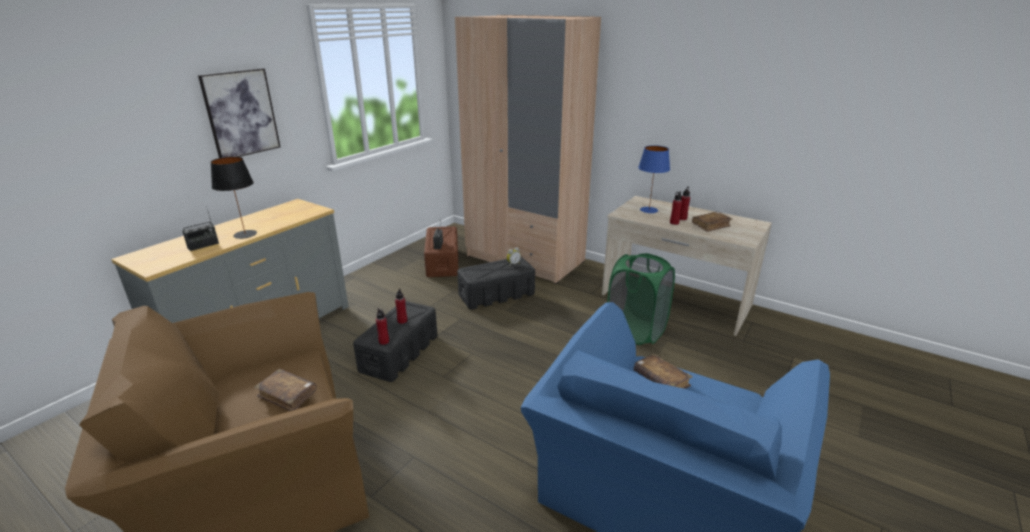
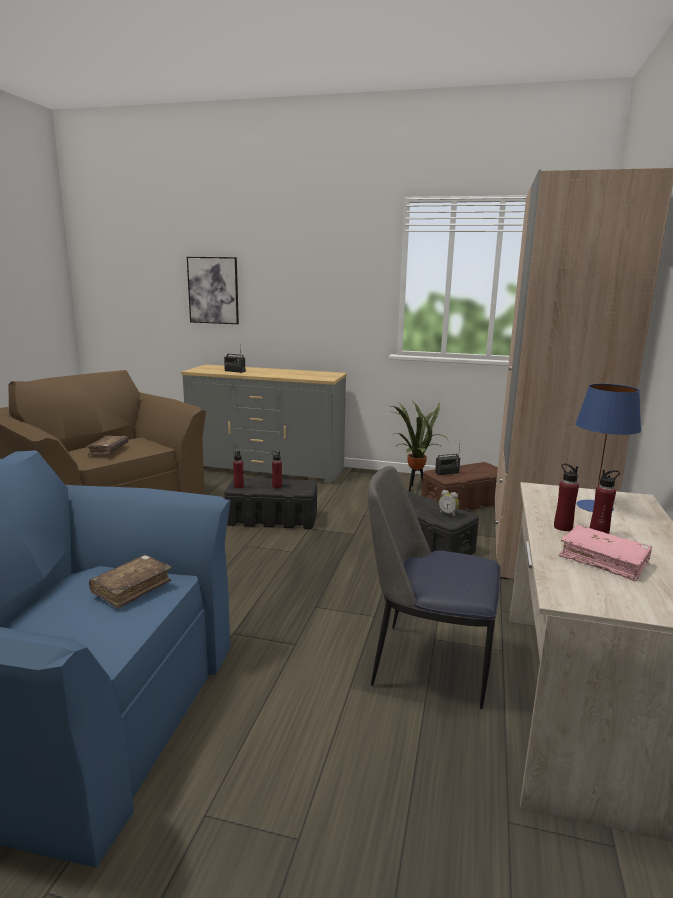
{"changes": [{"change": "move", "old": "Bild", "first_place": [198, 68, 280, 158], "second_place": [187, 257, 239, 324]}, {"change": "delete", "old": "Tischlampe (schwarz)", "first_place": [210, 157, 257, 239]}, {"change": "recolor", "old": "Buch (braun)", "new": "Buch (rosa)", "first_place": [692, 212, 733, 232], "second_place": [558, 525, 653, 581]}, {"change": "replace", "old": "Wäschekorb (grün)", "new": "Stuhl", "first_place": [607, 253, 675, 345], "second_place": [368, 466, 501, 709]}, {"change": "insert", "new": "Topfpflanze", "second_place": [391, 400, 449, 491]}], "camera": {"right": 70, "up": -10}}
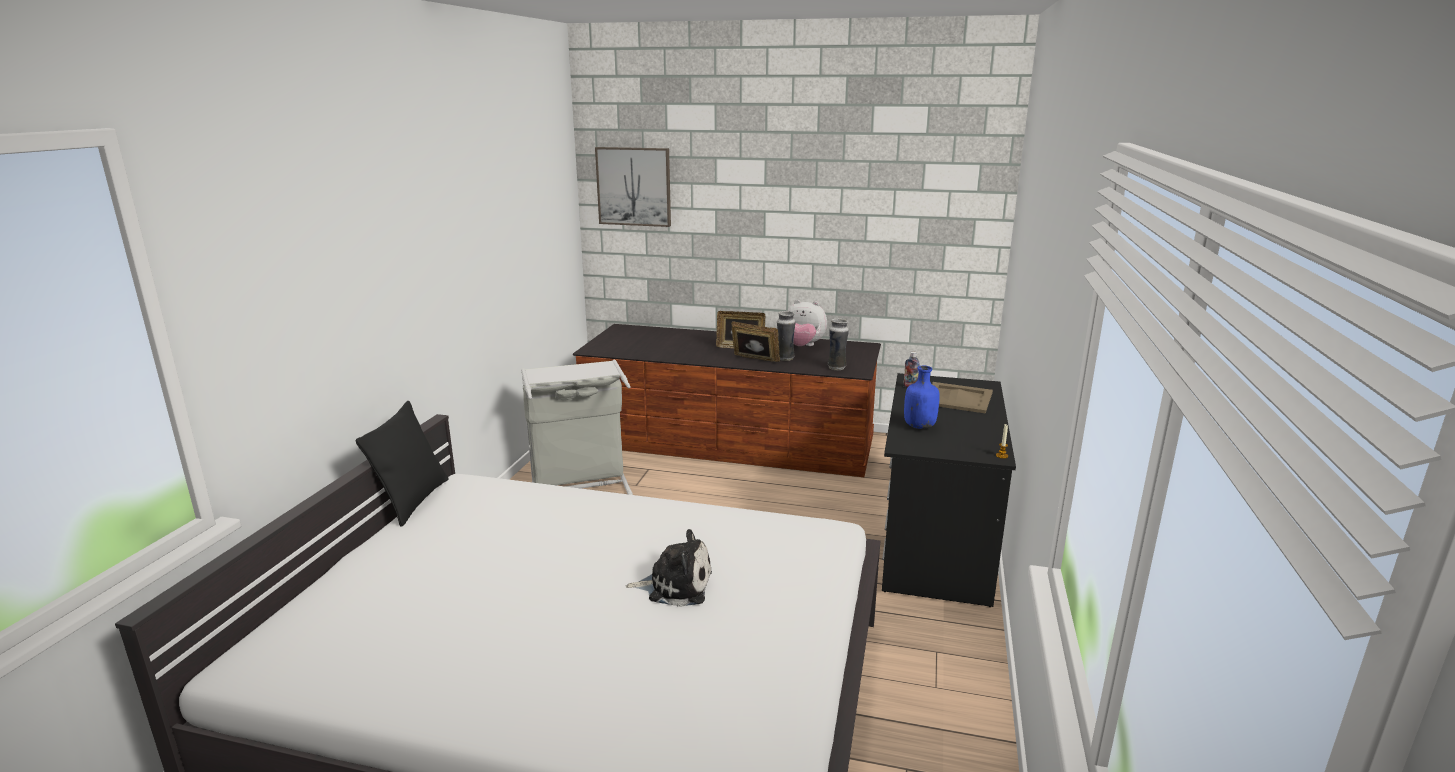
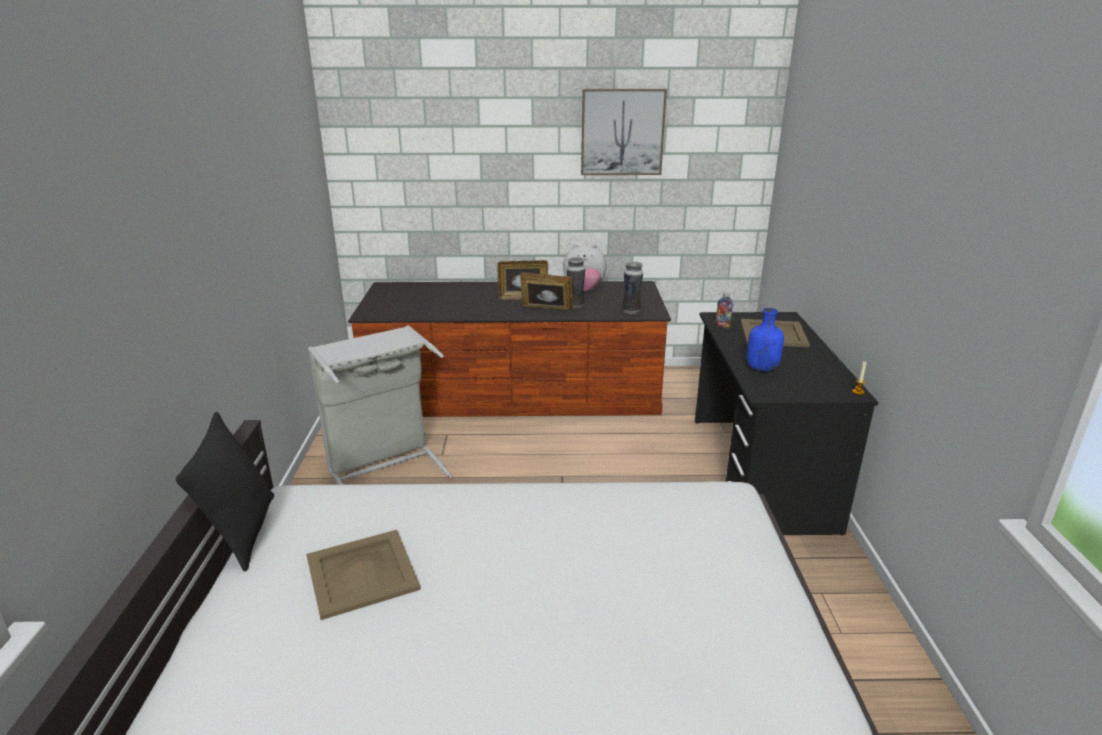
{"changes": [{"change": "move", "old": "Bild", "first_place": [595, 147, 671, 227], "second_place": [581, 89, 667, 175]}, {"change": "delete", "old": "Plüschtier", "first_place": [626, 529, 712, 607]}, {"change": "insert", "new": "Tablett (beige)", "second_place": [306, 530, 421, 620]}], "camera": {"right": -15, "up": 5}}
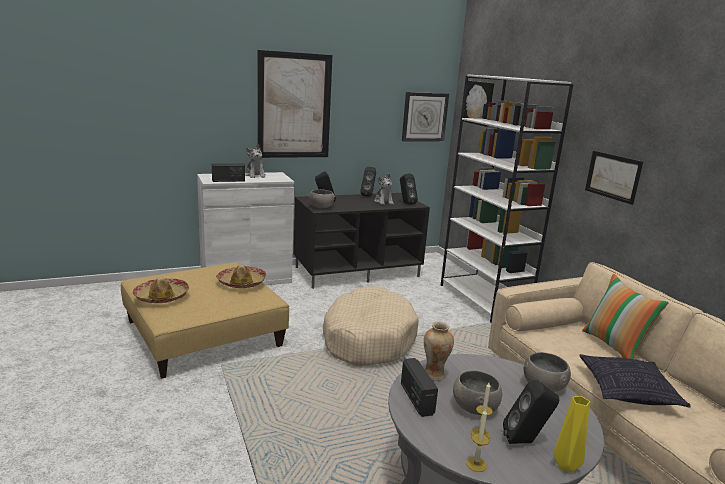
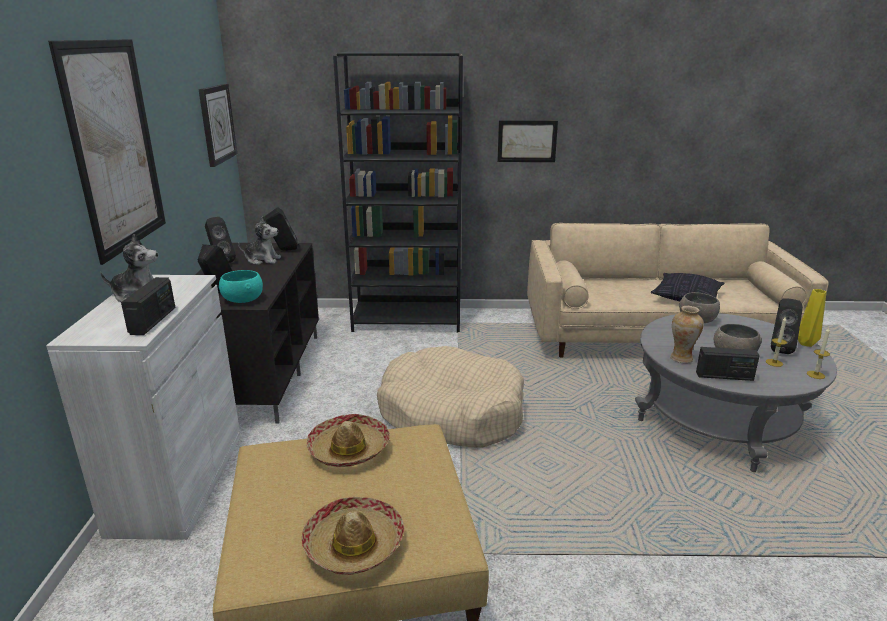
{"changes": [{"change": "recolor", "old": "Bücherregal (weiß)", "new": "Bücherregal (schwarz)", "first_place": [441, 75, 574, 323], "second_place": [333, 52, 463, 333]}, {"change": "delete", "old": "Bild", "first_place": [463, 81, 494, 126]}, {"change": "recolor", "old": "Schüssel (grau)", "new": "Schüssel (türkis)", "first_place": [309, 189, 335, 208], "second_place": [219, 270, 263, 303]}, {"change": "delete", "old": "Kissen", "first_place": [582, 274, 669, 359]}], "camera": {"right": -65, "up": 5}}
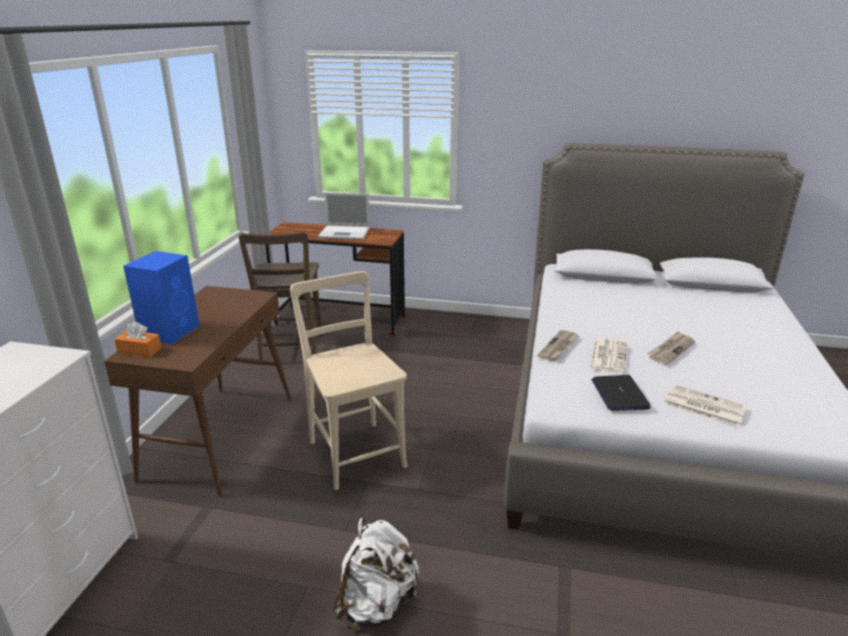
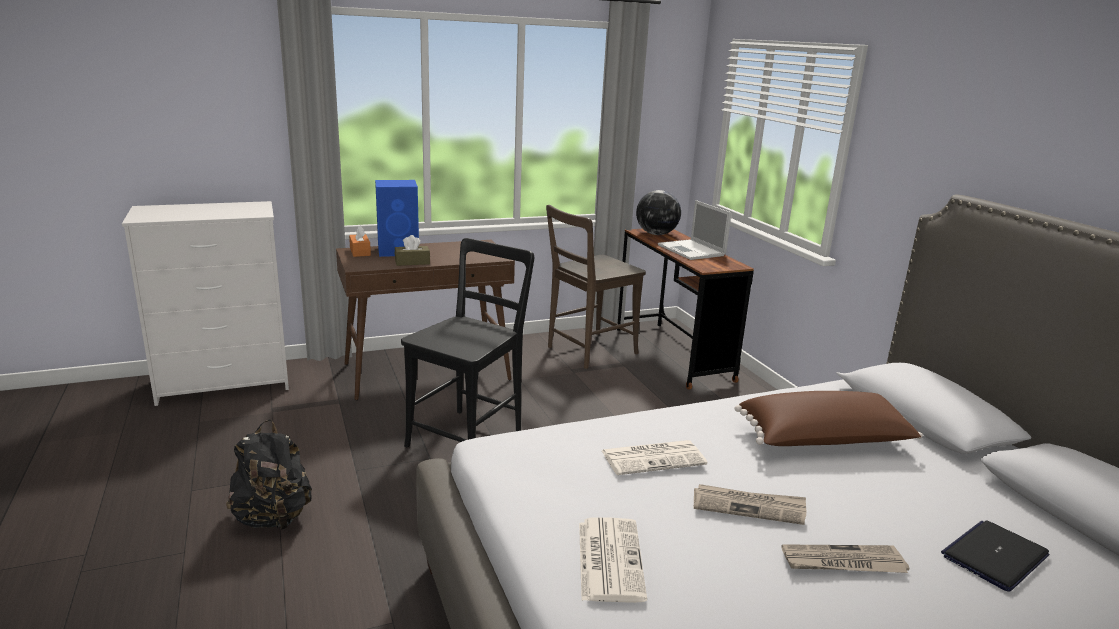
{"changes": [{"change": "recolor", "old": "Stuhl (beige)", "new": "Stuhl (schwarz)", "first_place": [290, 271, 408, 490], "second_place": [401, 238, 534, 447]}, {"change": "move", "old": "Zeitung", "first_place": [538, 330, 579, 361], "second_place": [781, 544, 909, 573]}, {"change": "move", "old": "Laptop", "first_place": [591, 375, 651, 411], "second_place": [941, 520, 1049, 592]}, {"change": "recolor", "old": "Rucksack (weiß)", "new": "Rucksack (schwarz)", "first_place": [334, 518, 419, 629], "second_place": [226, 419, 312, 531]}, {"change": "insert", "new": "Globus", "second_place": [636, 190, 681, 235]}, {"change": "insert", "new": "Taschentuchbox (braun)", "second_place": [395, 235, 430, 266]}, {"change": "insert", "new": "Kissen (braun)", "second_place": [734, 391, 923, 446]}], "camera": {"right": 55, "up": -5}}
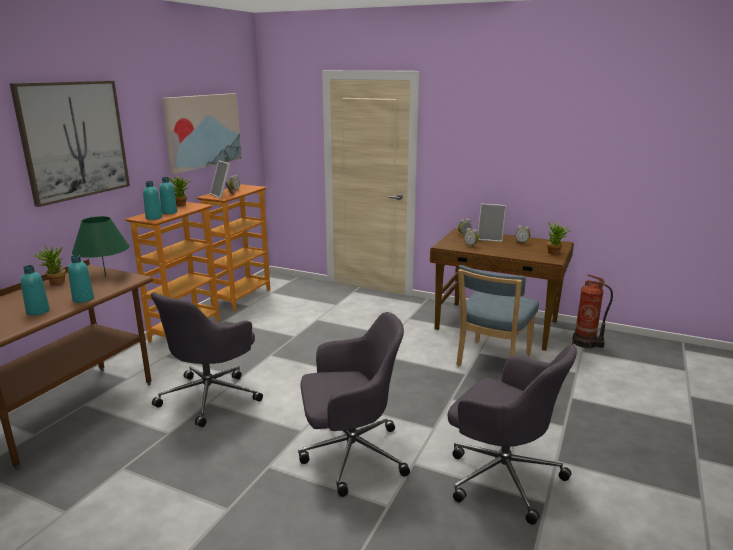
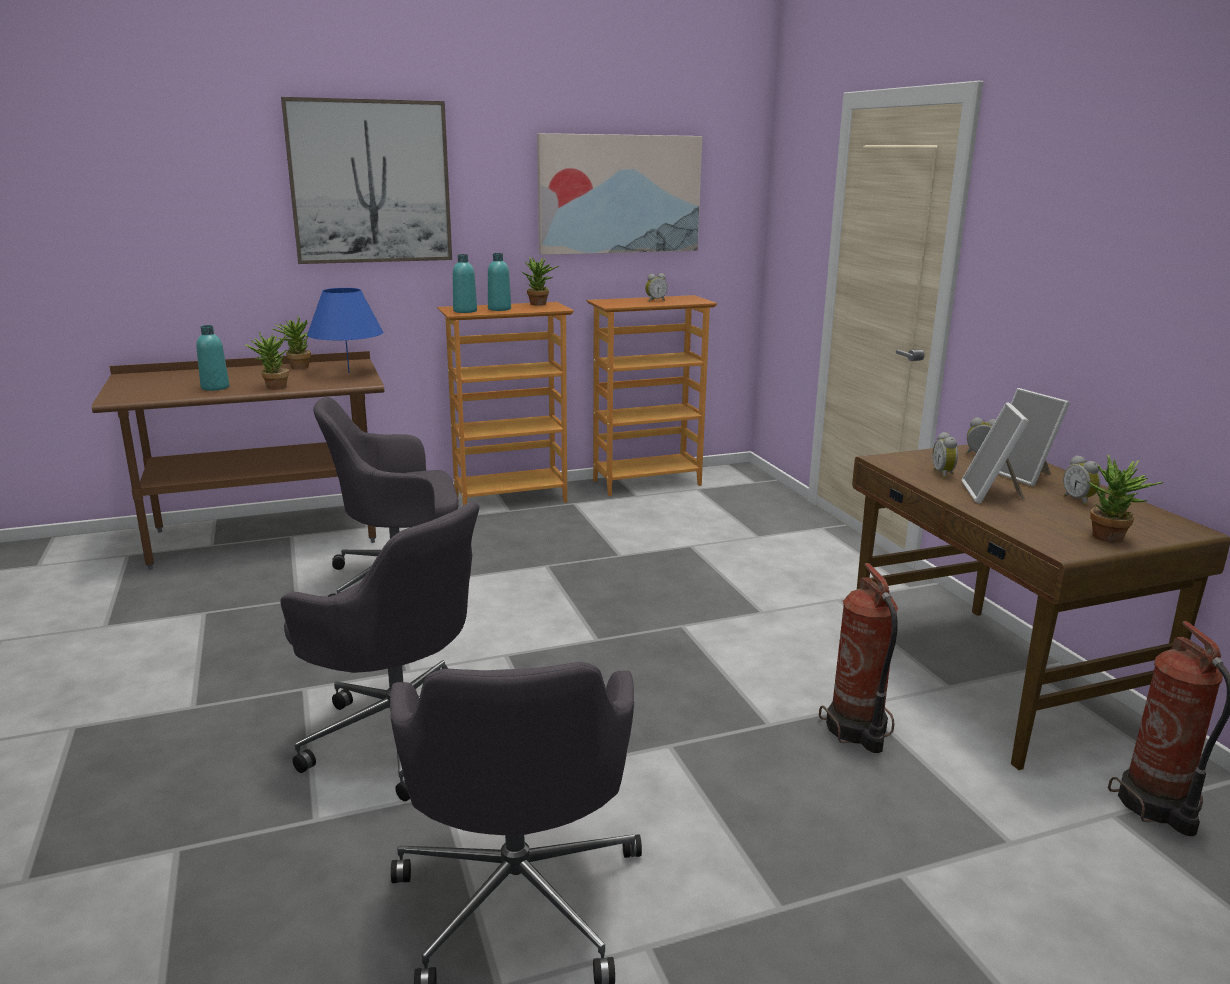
{"changes": [{"change": "move", "old": "Bilderrahmen", "first_place": [210, 160, 235, 198], "second_place": [961, 403, 1029, 504]}, {"change": "recolor", "old": "Tischlampe (grün)", "new": "Tischlampe (blau)", "first_place": [72, 216, 129, 276], "second_place": [307, 288, 383, 373]}, {"change": "replace", "old": "Flasche (türkis)", "new": "Topfpflanze", "first_place": [68, 255, 94, 303], "second_place": [244, 332, 289, 390]}, {"change": "replace", "old": "Stuhl (blau)", "new": "Feuerlöscher", "first_place": [456, 265, 539, 366], "second_place": [819, 563, 898, 753]}], "camera": {"right": 45, "up": 0}}
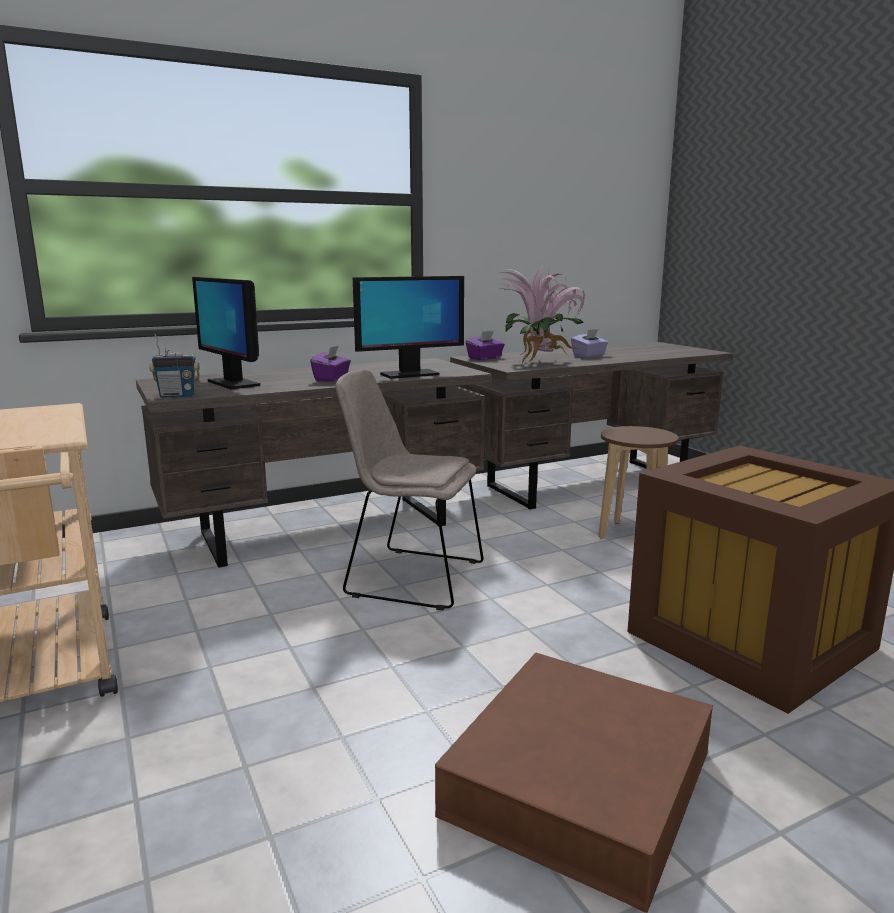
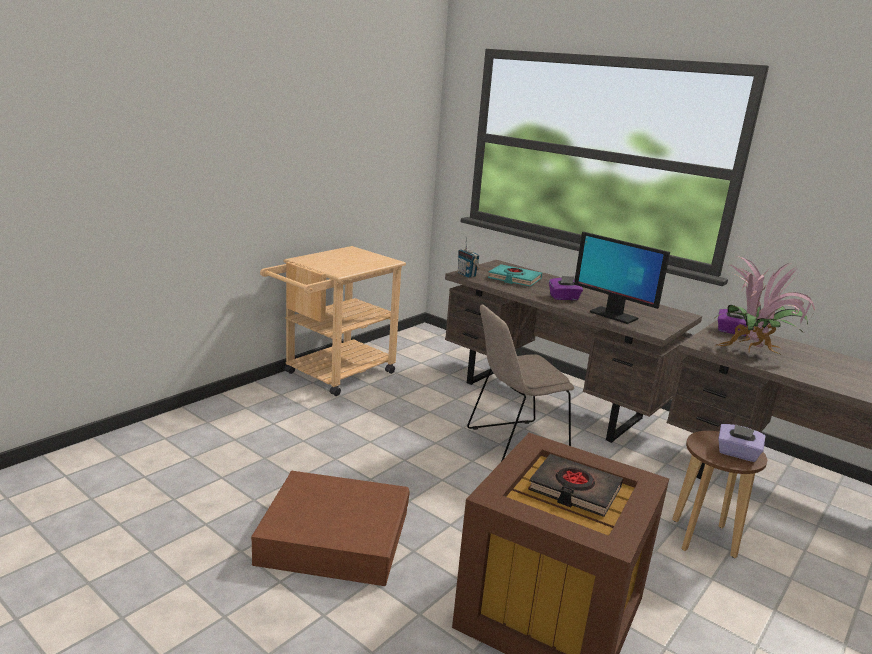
{"changes": [{"change": "replace", "old": "Monitor", "new": "Buch (türkis)", "first_place": [192, 277, 260, 389], "second_place": [488, 264, 542, 286]}, {"change": "move", "old": "Taschentuchbox (lila)", "first_place": [571, 329, 608, 358], "second_place": [718, 424, 766, 462]}, {"change": "rotate", "old": "Stuhl (beige)", "first_place": [336, 370, 483, 611], "second_place": [467, 305, 574, 462], "degrees": -105}, {"change": "insert", "new": "Buch (schwarz)", "second_place": [528, 454, 623, 517]}], "camera": {"right": 65, "up": 5}}
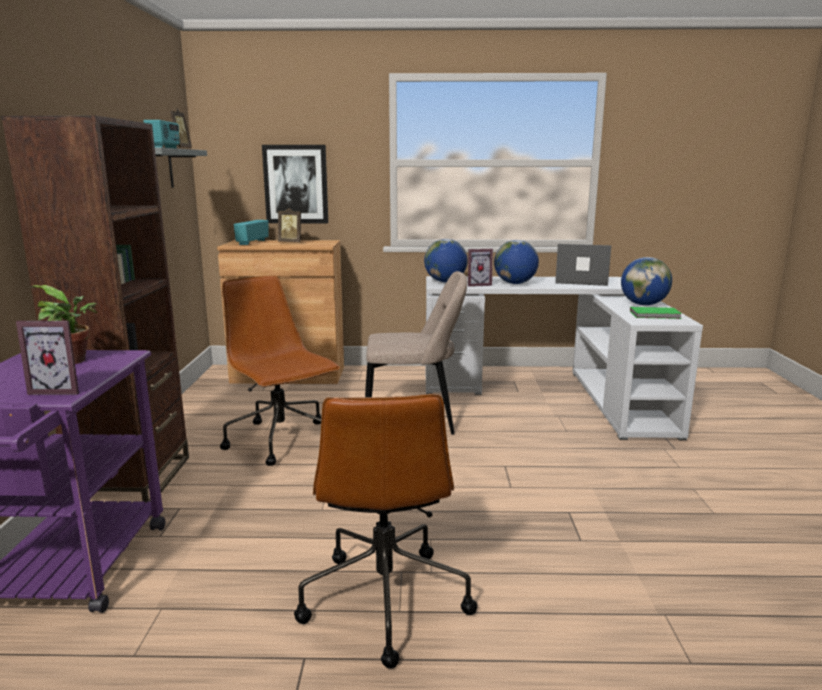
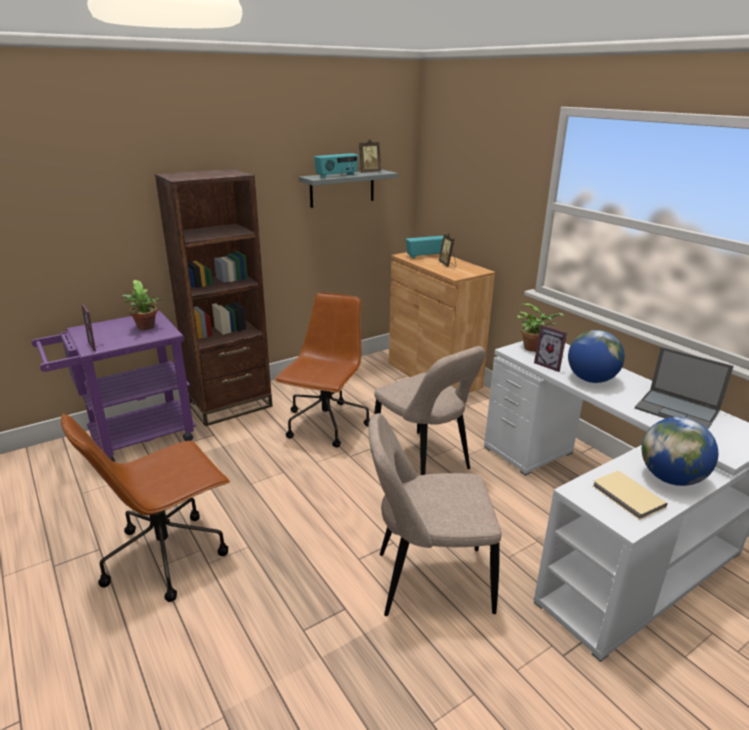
{"changes": [{"change": "delete", "old": "Bild", "first_place": [262, 145, 328, 223]}, {"change": "replace", "old": "Globus", "new": "Topfpflanze", "first_place": [424, 239, 468, 282], "second_place": [517, 303, 564, 352]}, {"change": "rotate", "old": "Laptop", "first_place": [555, 244, 611, 286], "second_place": [635, 347, 733, 429], "degrees": 150}, {"change": "recolor", "old": "Buch (grün)", "new": "Buch (beige)", "first_place": [630, 307, 682, 319], "second_place": [593, 471, 667, 520]}, {"change": "insert", "new": "Stuhl (beige)", "second_place": [368, 413, 502, 616]}], "camera": {"right": 55, "up": 10}}
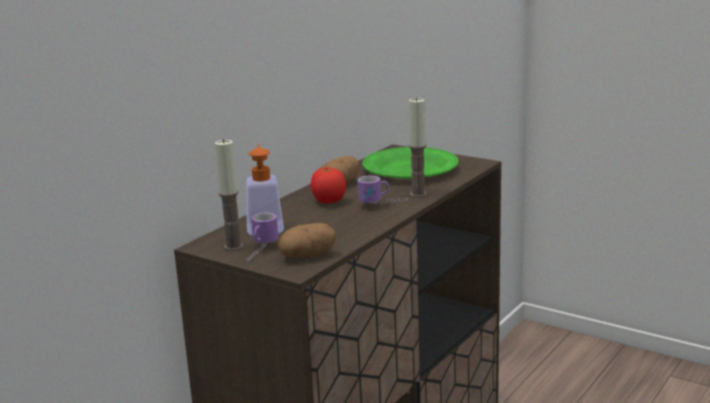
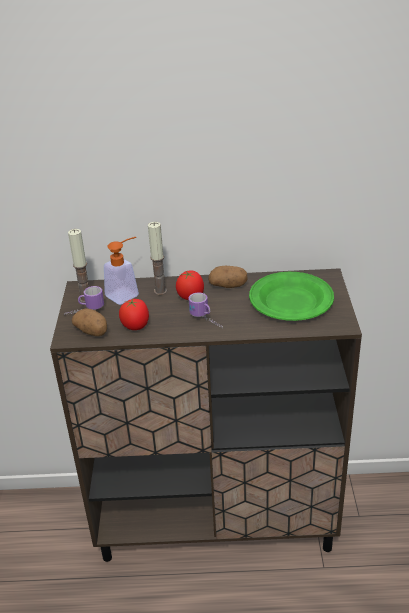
{"changes": [{"change": "move", "old": "Kerze", "first_place": [409, 97, 427, 197], "second_place": [148, 222, 167, 295]}, {"change": "insert", "new": "Tomate", "second_place": [119, 298, 149, 330]}], "camera": {"right": 55, "up": 15}}
